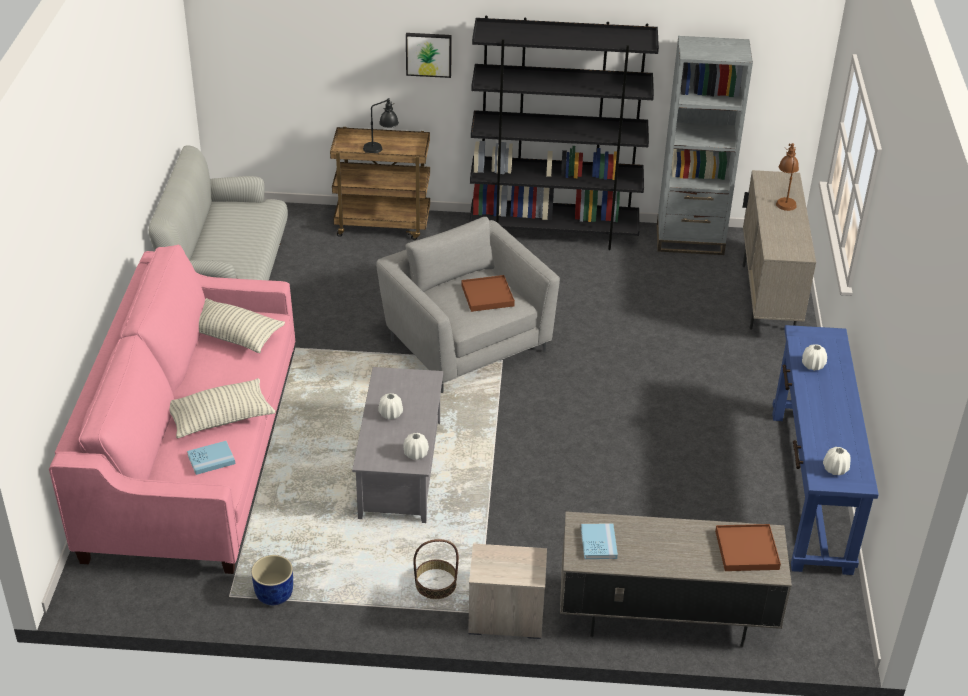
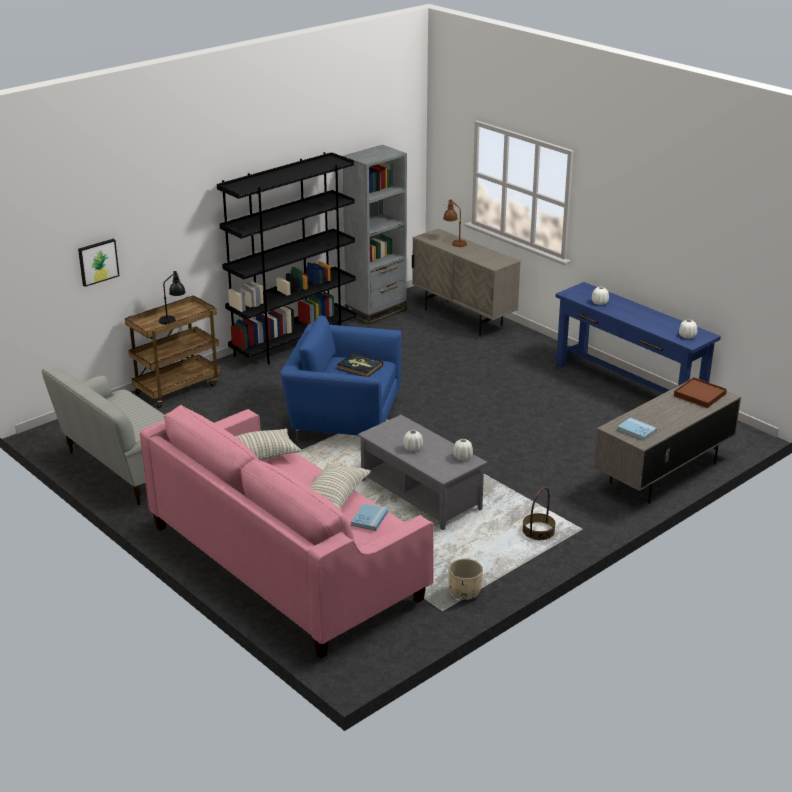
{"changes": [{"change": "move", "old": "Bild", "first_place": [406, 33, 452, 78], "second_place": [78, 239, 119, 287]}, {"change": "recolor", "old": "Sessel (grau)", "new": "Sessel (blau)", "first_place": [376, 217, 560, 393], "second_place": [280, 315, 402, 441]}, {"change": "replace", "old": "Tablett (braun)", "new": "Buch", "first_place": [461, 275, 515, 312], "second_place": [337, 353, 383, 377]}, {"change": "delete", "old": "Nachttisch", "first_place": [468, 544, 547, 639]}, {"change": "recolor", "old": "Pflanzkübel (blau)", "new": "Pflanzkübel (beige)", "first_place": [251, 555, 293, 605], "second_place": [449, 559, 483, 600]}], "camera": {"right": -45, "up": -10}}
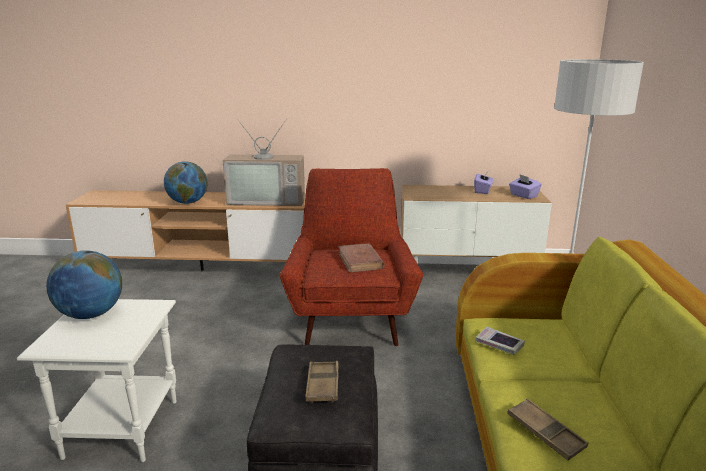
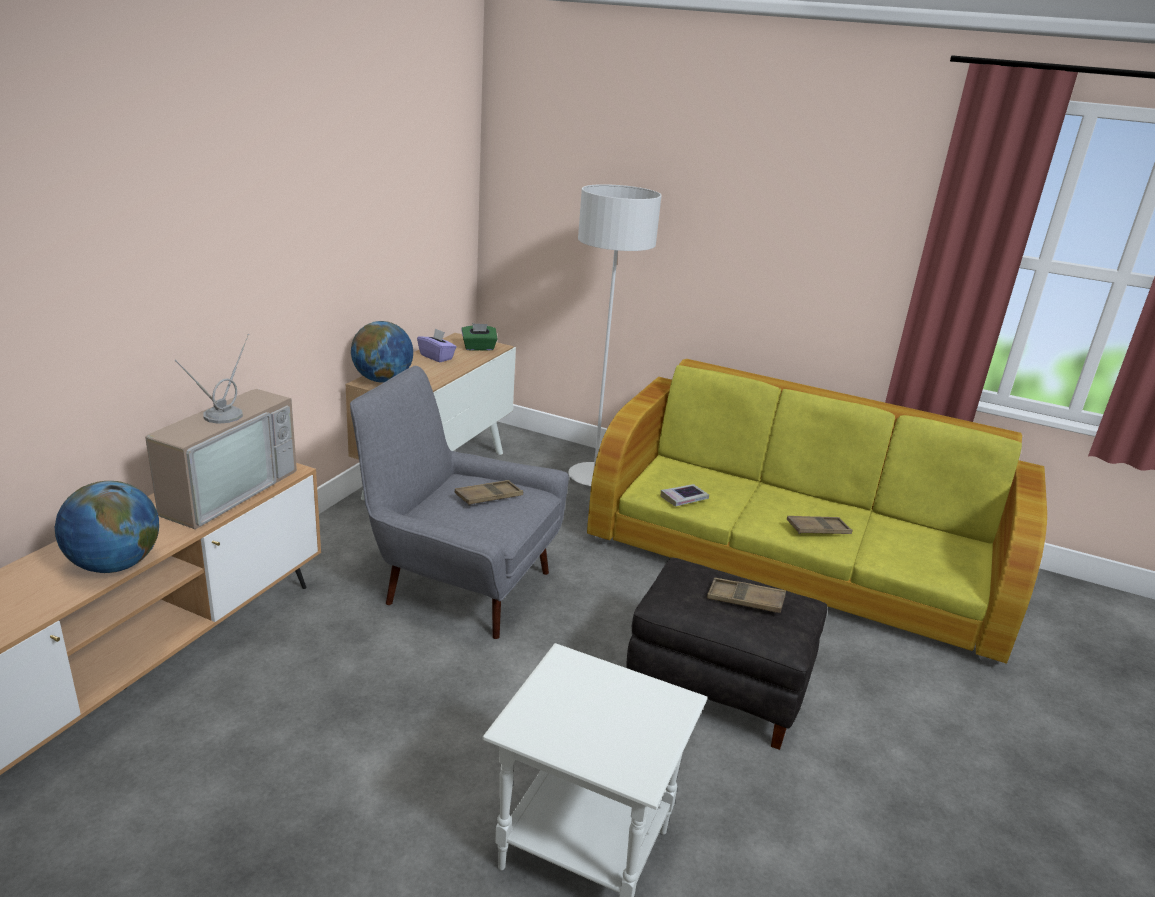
{"changes": [{"change": "recolor", "old": "Sessel (rot)", "new": "Sessel (grau)", "first_place": [280, 168, 423, 346], "second_place": [350, 366, 569, 639]}, {"change": "recolor", "old": "Taschentuchbox (lila)", "new": "Taschentuchbox (grün)", "first_place": [509, 175, 542, 199], "second_place": [461, 323, 498, 351]}, {"change": "replace", "old": "Buch (braun)", "new": "Tablett (braun)", "first_place": [338, 243, 385, 272], "second_place": [455, 480, 523, 506]}, {"change": "move", "old": "Globus", "first_place": [46, 250, 122, 319], "second_place": [351, 321, 413, 383]}], "camera": {"right": -70, "up": 5}}
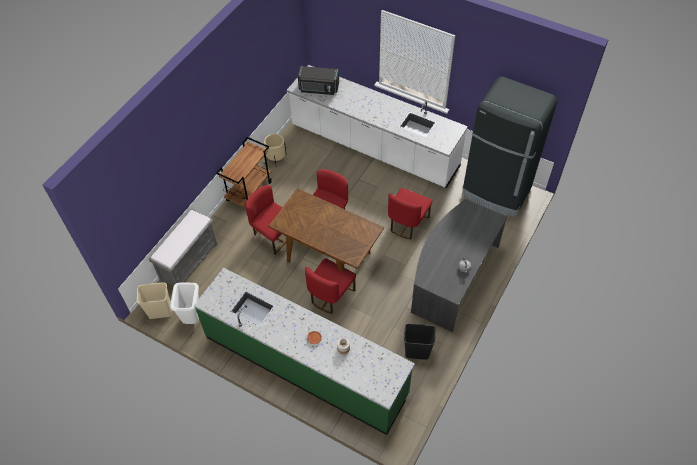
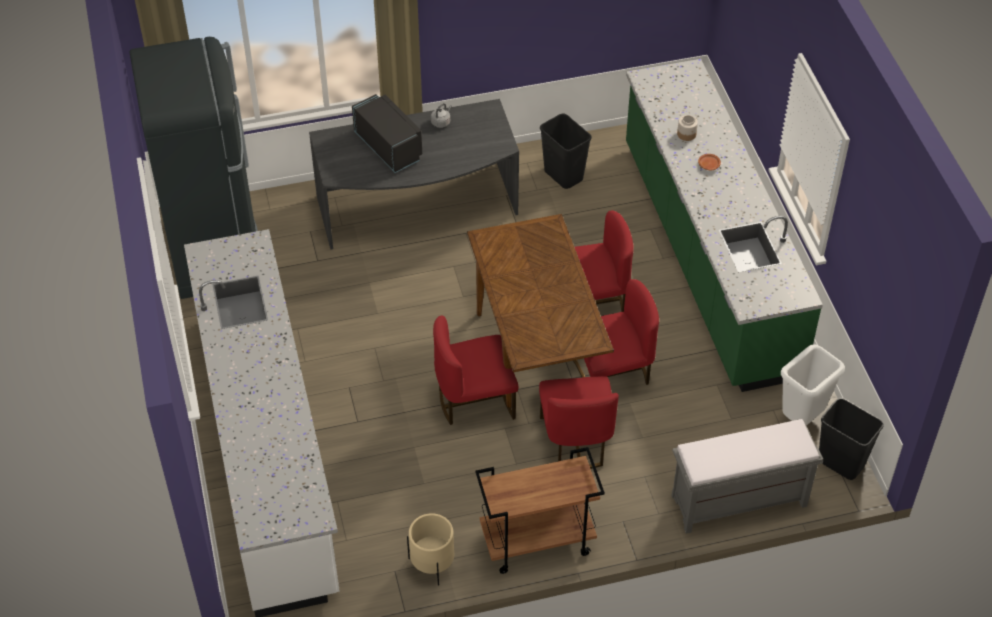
{"changes": [{"change": "move", "old": "Mikrowelle (schwarz)", "first_place": [298, 66, 339, 95], "second_place": [352, 94, 422, 173]}, {"change": "move", "old": "Stuhl (rot)", "first_place": [388, 188, 432, 239], "second_place": [573, 279, 659, 385]}, {"change": "recolor", "old": "Mülleimer (beige)", "new": "Mülleimer (schwarz)", "first_place": [137, 282, 172, 319], "second_place": [819, 398, 884, 480]}], "camera": {"right": -135, "up": -5}}
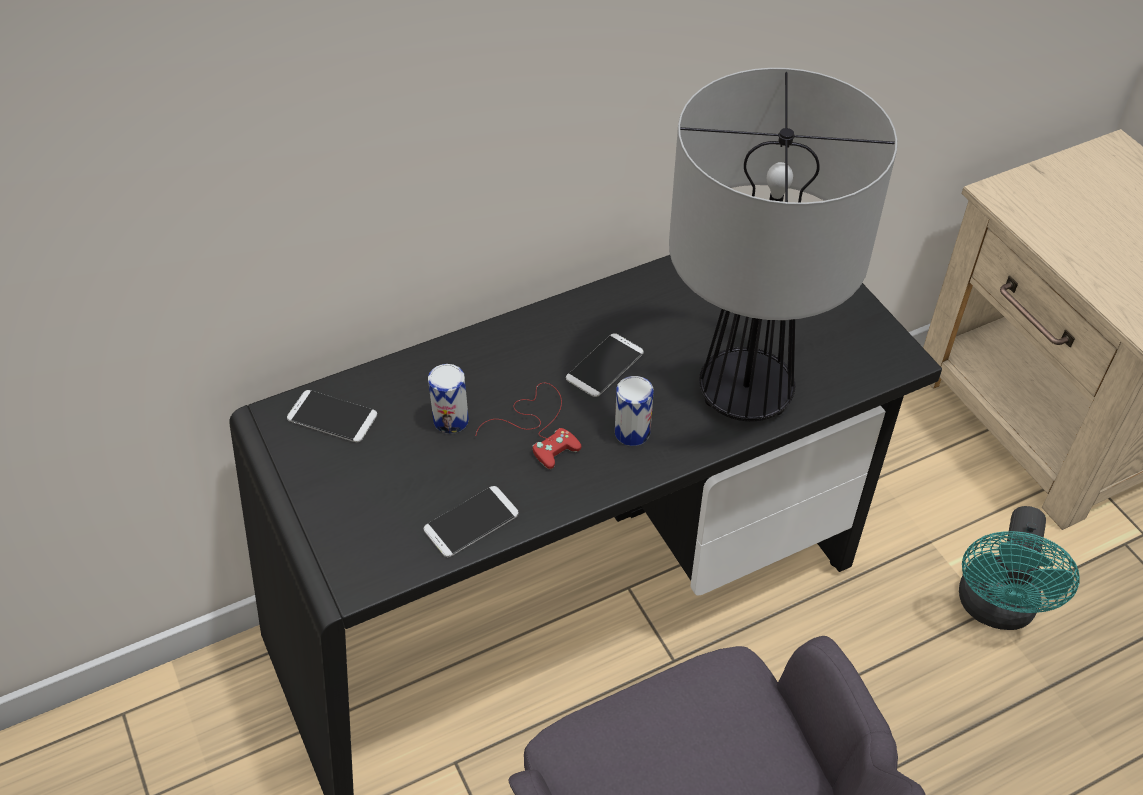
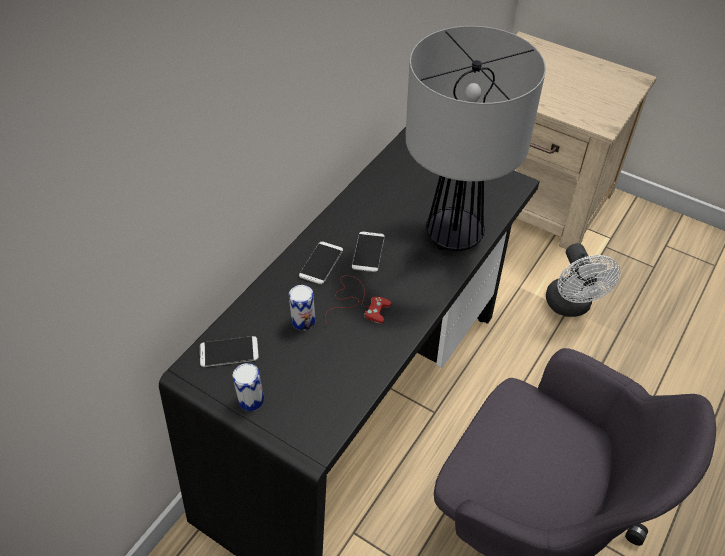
{"changes": [{"change": "move", "old": "Dose", "first_place": [615, 376, 654, 446], "second_place": [233, 363, 264, 411]}, {"change": "move", "old": "Handy", "first_place": [424, 486, 519, 557], "second_place": [299, 242, 343, 284]}, {"change": "recolor", "old": "Ventilator (türkis)", "new": "Ventilator (weiß)", "first_place": [959, 506, 1080, 630], "second_place": [546, 243, 621, 317]}], "camera": {"right": -30, "up": 0}}
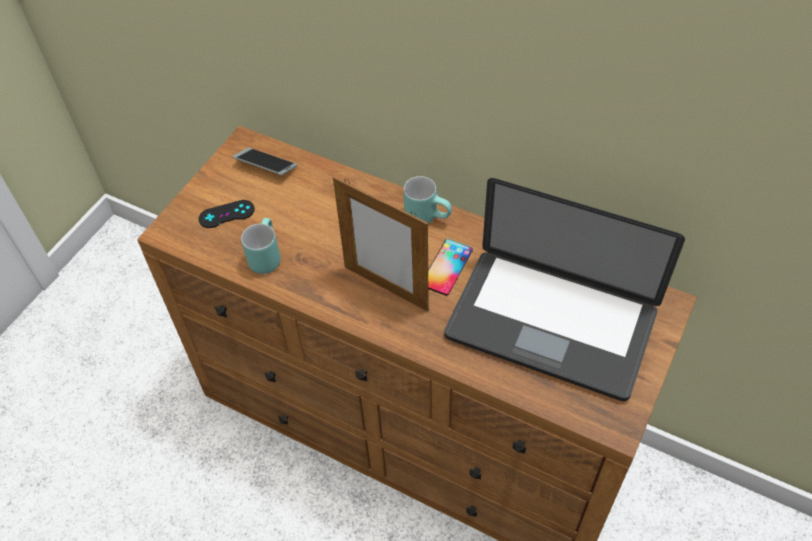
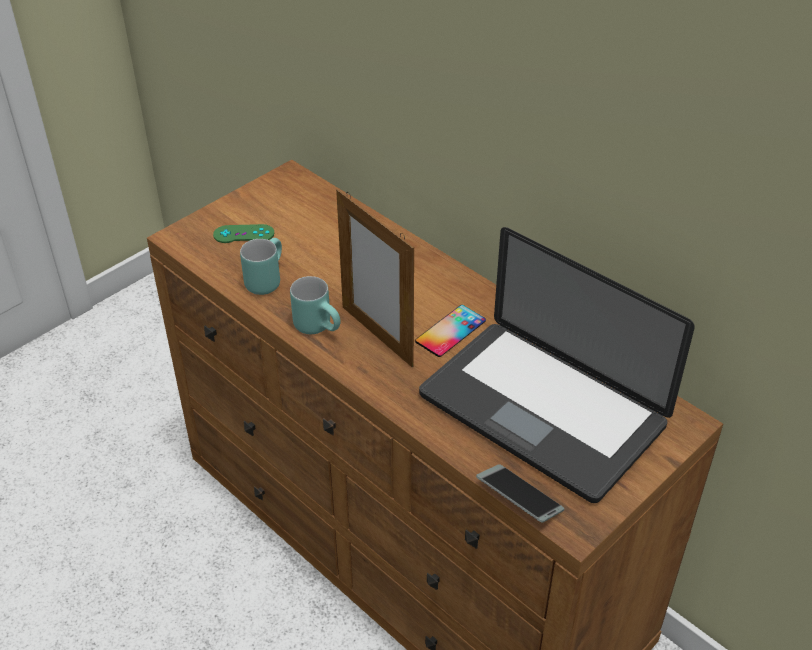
{"changes": [{"change": "move", "old": "Handy", "first_place": [232, 148, 297, 175], "second_place": [476, 464, 564, 523]}, {"change": "move", "old": "Henkelbecher (türkis)", "first_place": [403, 176, 452, 223], "second_place": [290, 276, 340, 334]}, {"change": "recolor", "old": "Gamepad (schwarz)", "new": "Gamepad (grün)", "first_place": [198, 200, 255, 228], "second_place": [213, 224, 274, 243]}], "camera": {"right": 15, "up": -10}}
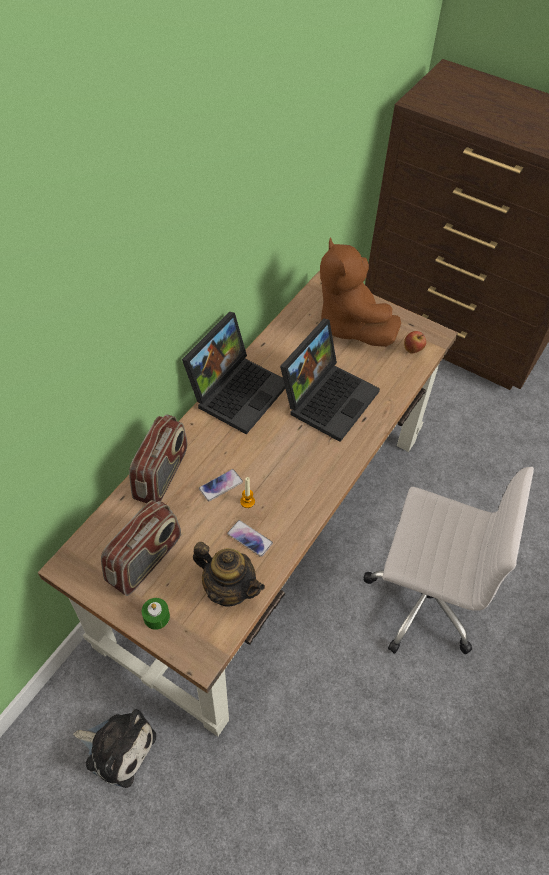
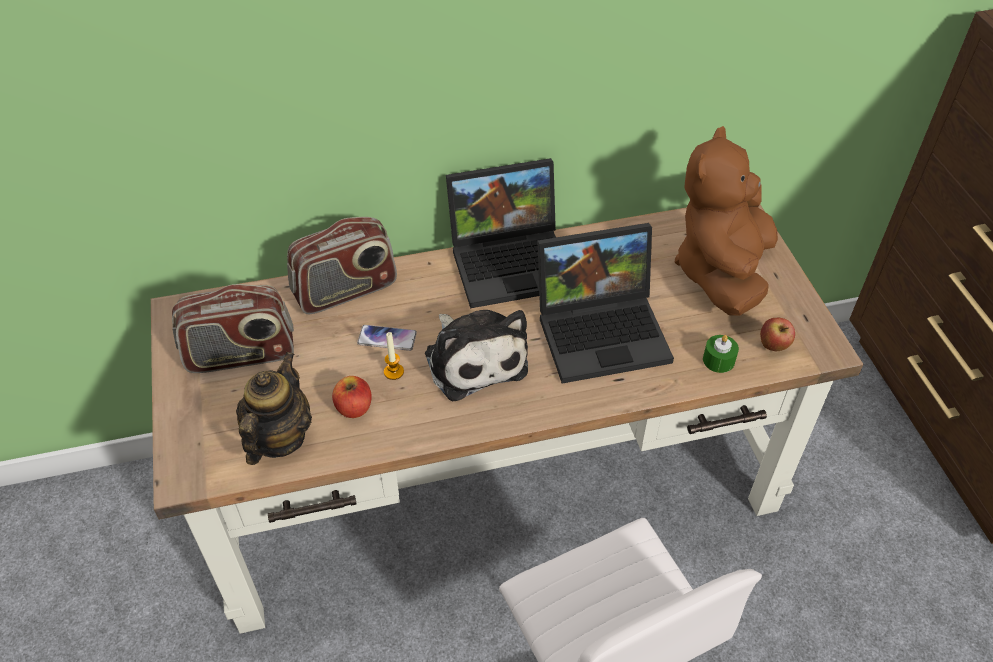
{"changes": [{"change": "replace", "old": "Handy", "new": "Apfel", "first_place": [227, 520, 273, 557], "second_place": [332, 376, 372, 418]}, {"change": "rotate", "old": "Teekanne", "first_place": [193, 542, 265, 607], "second_place": [236, 352, 312, 465], "degrees": -150}, {"change": "move", "old": "Kerze (grün)", "first_place": [142, 598, 170, 630], "second_place": [703, 335, 739, 373]}, {"change": "move", "old": "Plüschtier", "first_place": [73, 709, 156, 788], "second_place": [425, 310, 528, 401]}], "camera": {"right": 45, "up": -5}}
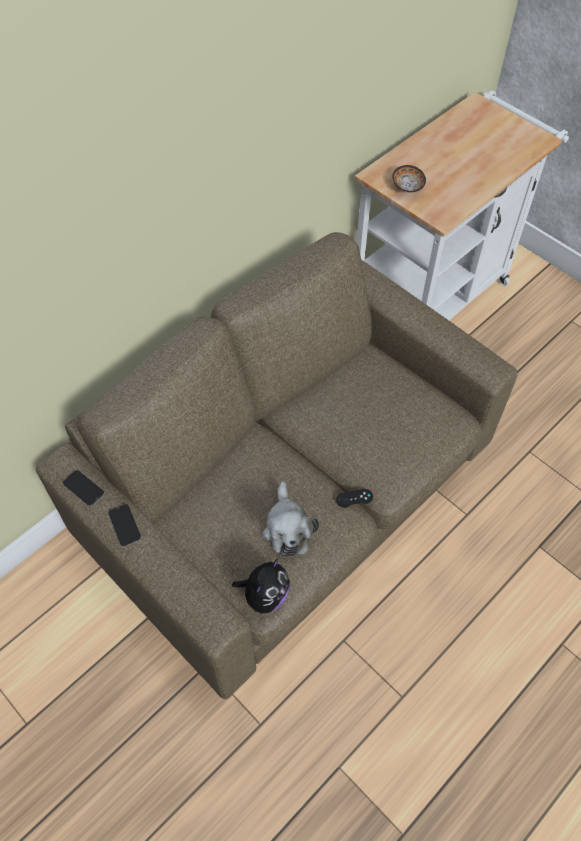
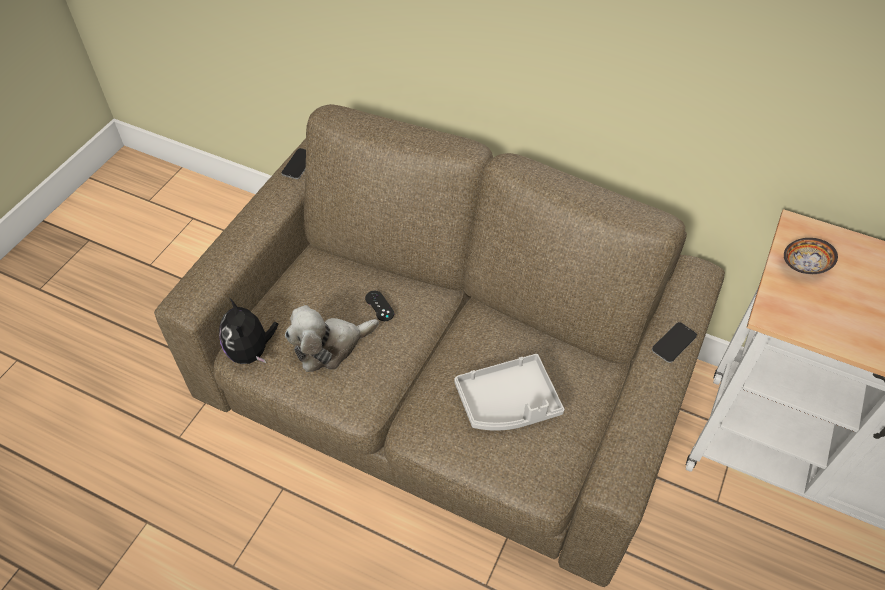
{"changes": [{"change": "move", "old": "Gamepad (schwarz)", "first_place": [336, 489, 373, 508], "second_place": [365, 291, 394, 321]}, {"change": "move", "old": "Handy", "first_place": [108, 504, 141, 547], "second_place": [652, 322, 697, 363]}, {"change": "rotate", "old": "Plüschtier", "first_place": [232, 558, 290, 614], "second_place": [219, 298, 278, 364], "degrees": 60}, {"change": "insert", "new": "Tablett (grau)", "second_place": [454, 354, 564, 431]}], "camera": {"right": 70, "up": -5}}
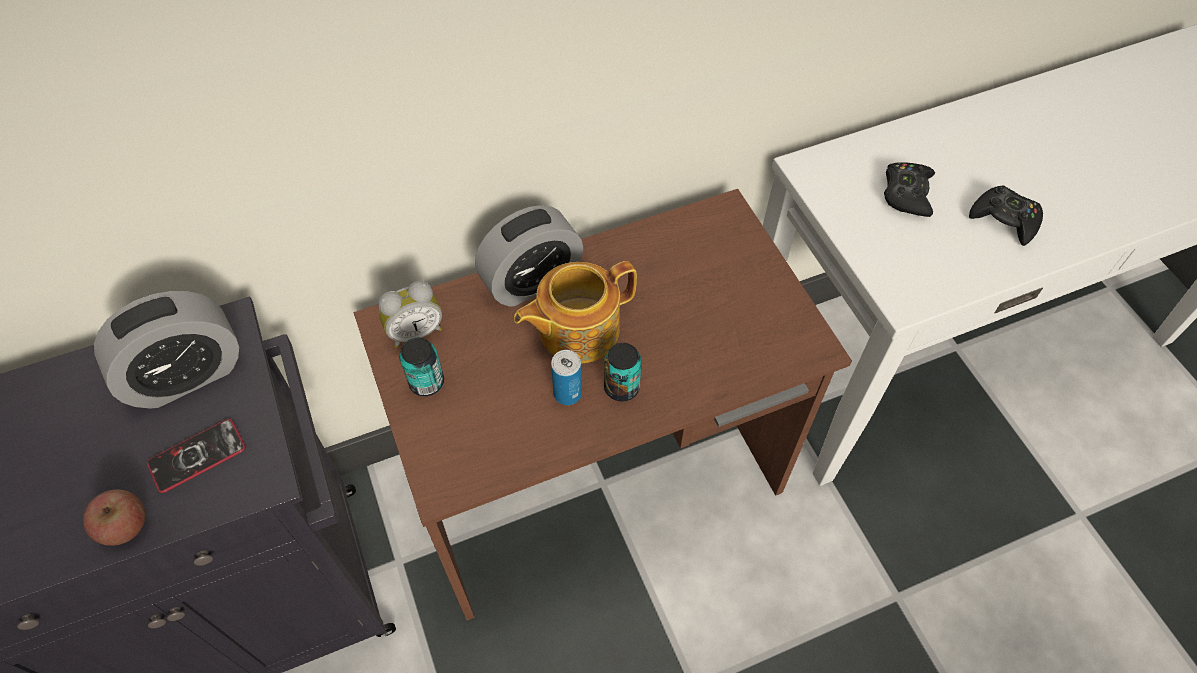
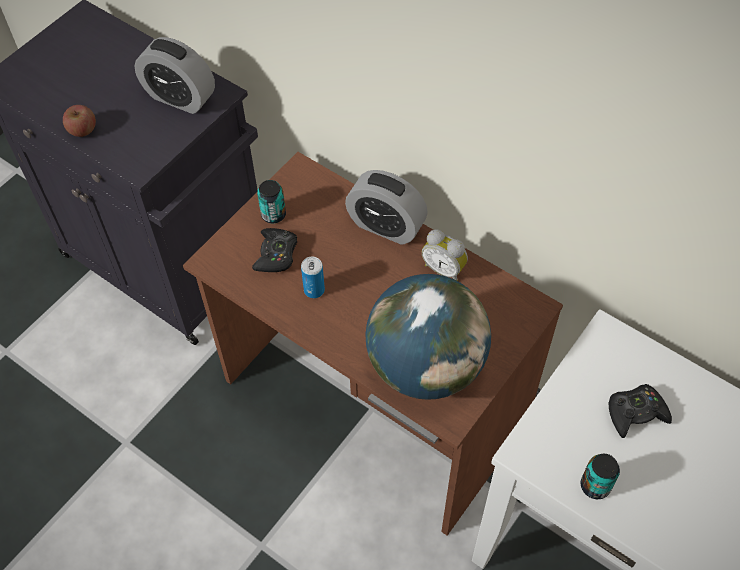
{"changes": [{"change": "move", "old": "Gamepad (schwarz)", "first_place": [969, 186, 1043, 246], "second_place": [252, 228, 297, 272]}, {"change": "delete", "old": "Teekanne", "first_place": [514, 261, 637, 364]}, {"change": "move", "old": "Wecker", "first_place": [378, 281, 442, 348], "second_place": [422, 229, 468, 281]}, {"change": "move", "old": "Dose", "first_place": [604, 343, 642, 402], "second_place": [581, 454, 620, 499]}, {"change": "delete", "old": "Handy", "first_place": [147, 419, 245, 493]}, {"change": "insert", "new": "Globus", "second_place": [366, 274, 491, 400]}], "camera": {"right": 60, "up": 0}}
